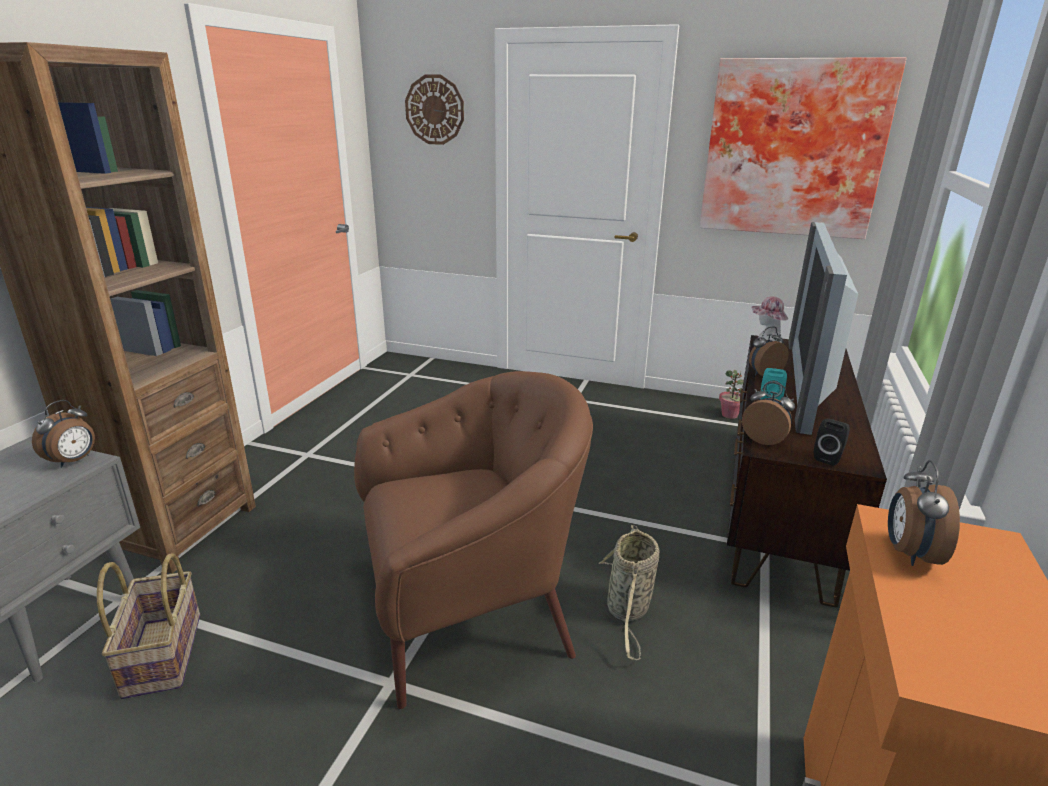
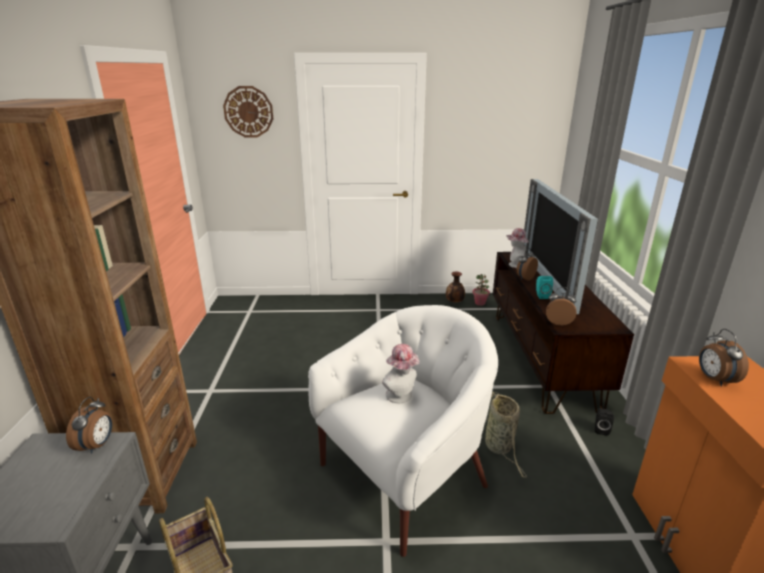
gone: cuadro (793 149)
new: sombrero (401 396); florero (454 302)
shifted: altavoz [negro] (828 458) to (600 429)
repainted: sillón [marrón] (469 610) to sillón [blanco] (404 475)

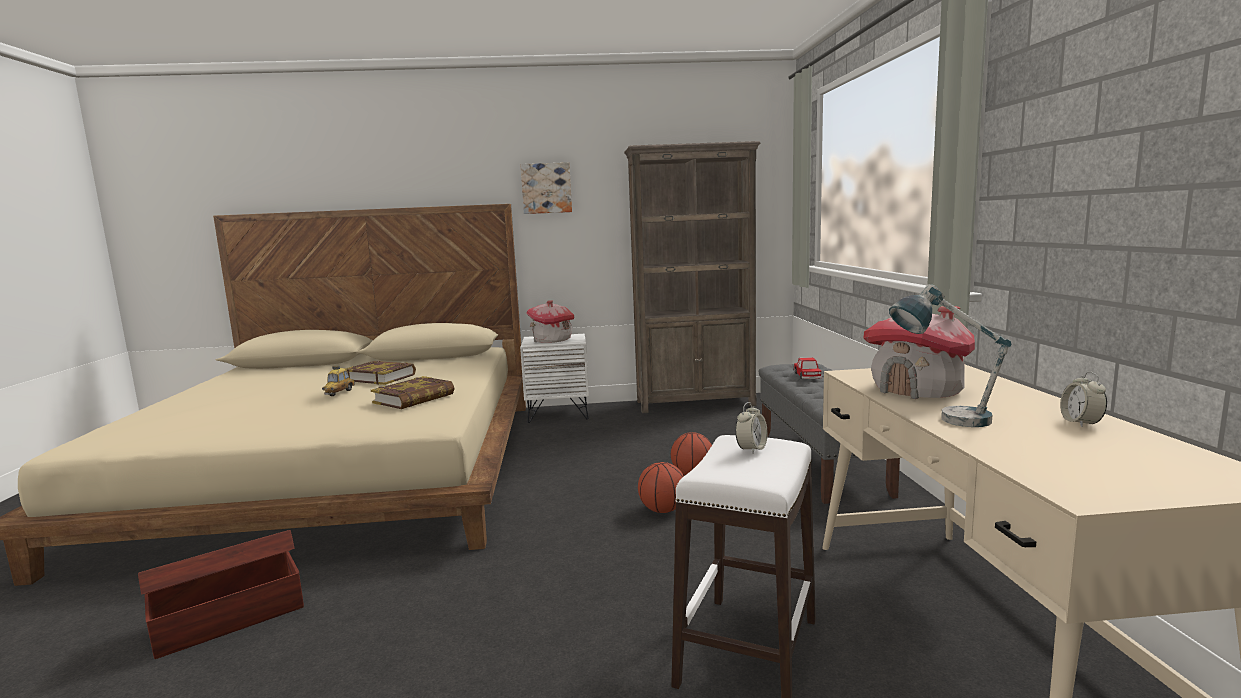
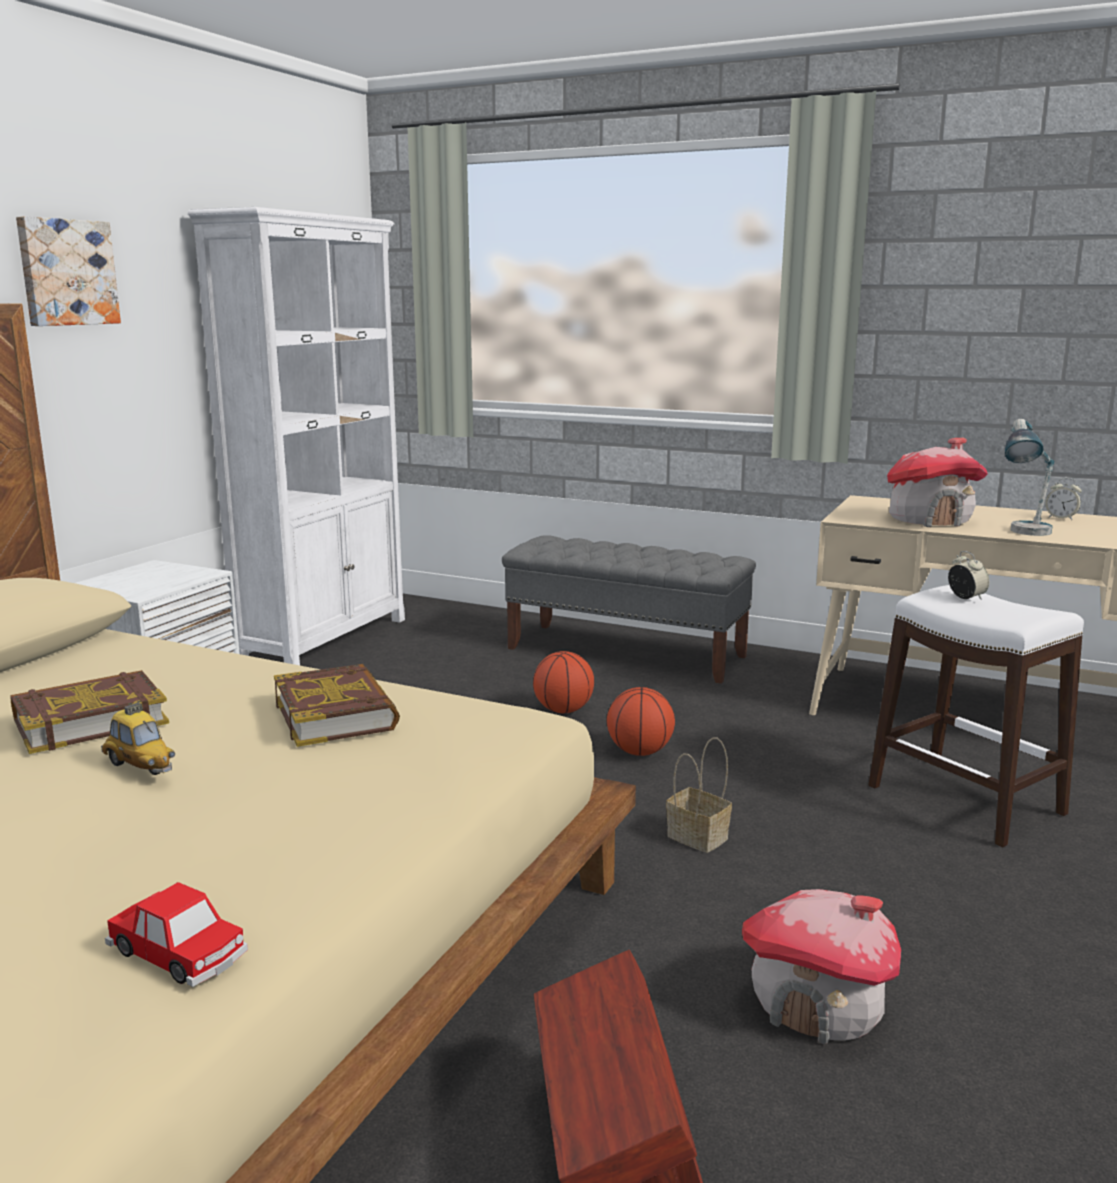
new: cesta (699 837)
shifted: casita (552 340) to (818 1006); coche de juguete (807 376) to (178 953)
repainted: estantería [marrón] (696 403) to estantería [blanco] (325 639)

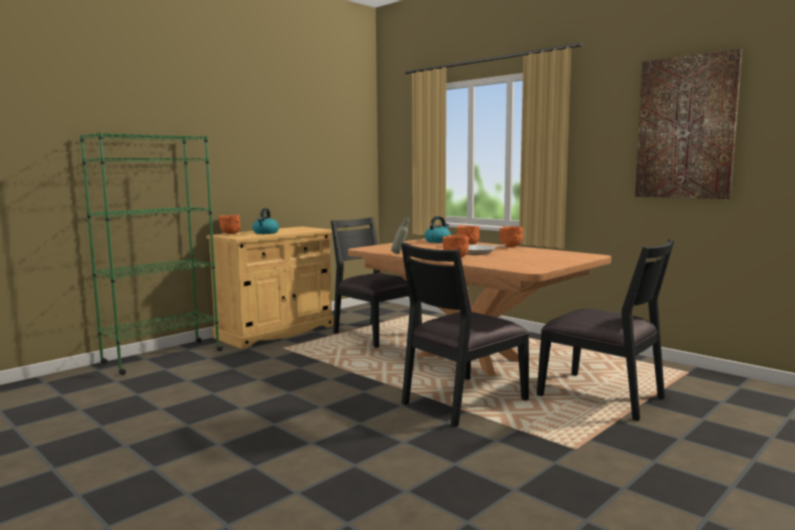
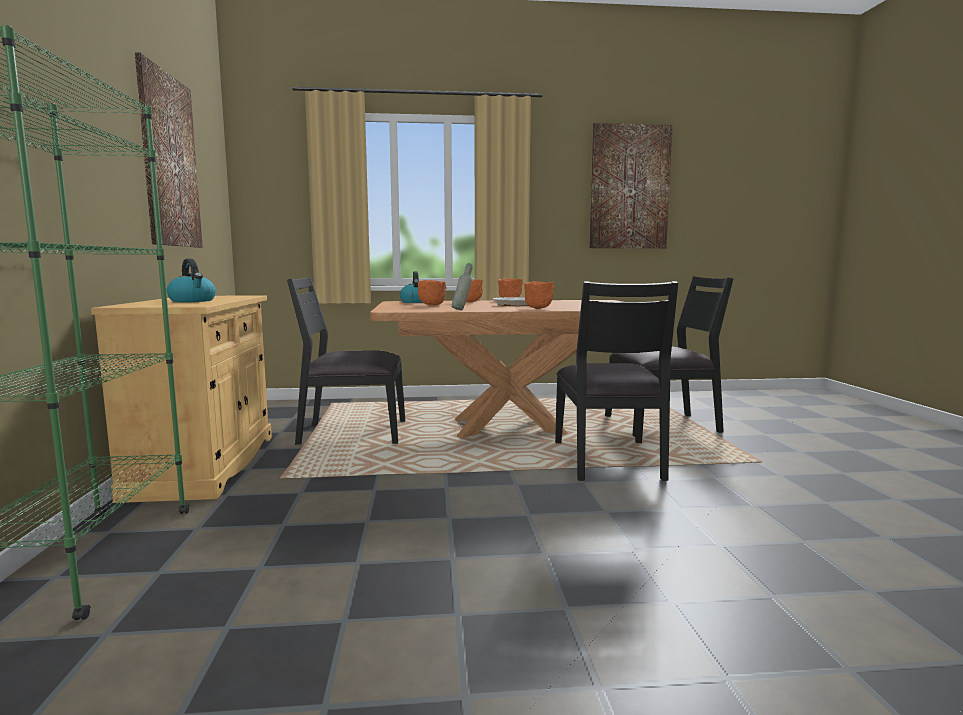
new: cuadro (169 161)
shifted: cuenco [naranja] (230 233) to (431 305)

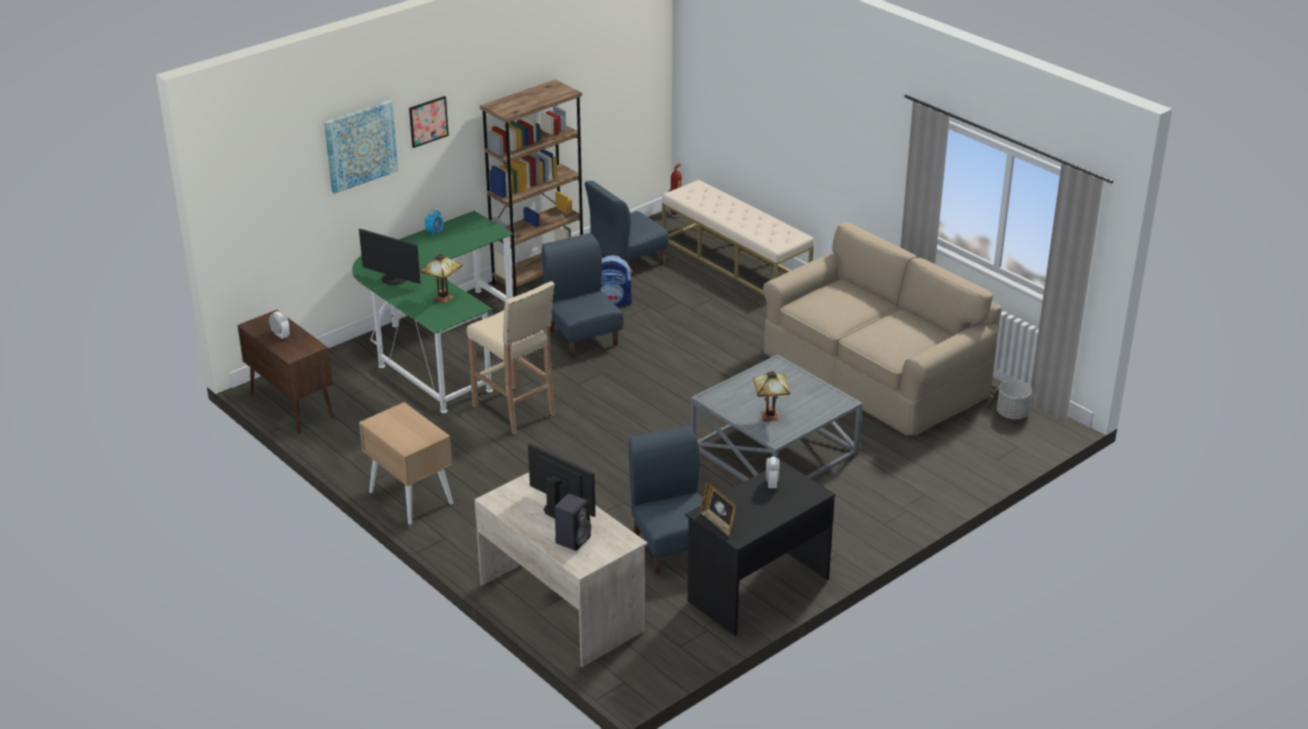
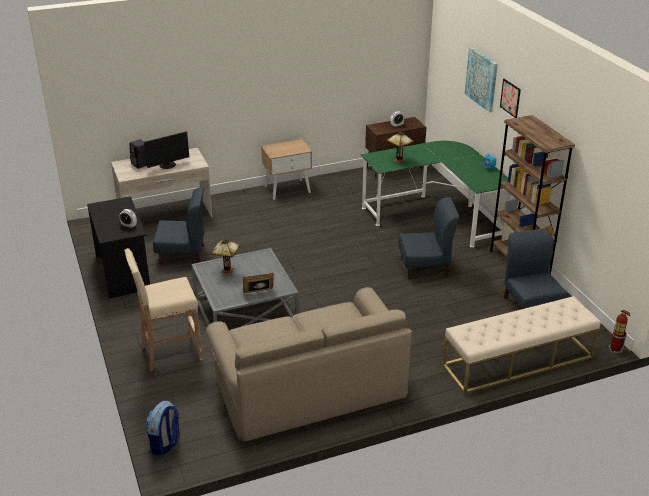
gone: monitor (393 279); maceta [gris] (1012 414)
shifted: taburete [beis] (515 411) to (170 353); mochila (613 301) to (165 444); portarretratos (718 523) to (258 292)

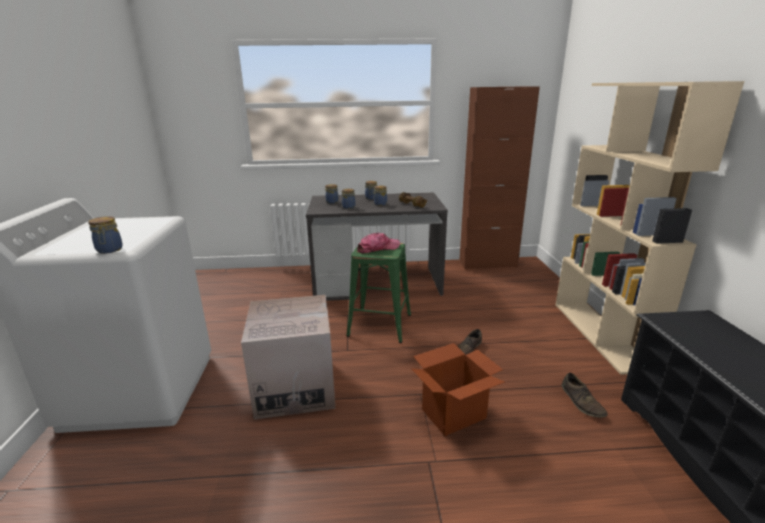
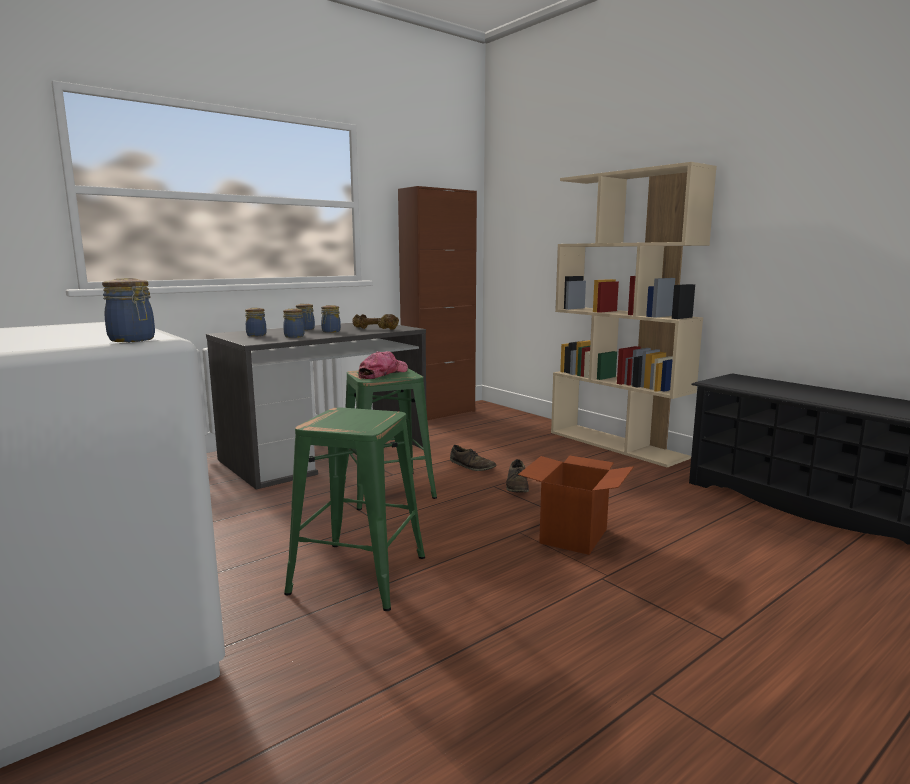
shifted: zapato [marrón] (582 402) to (472 466)
swapped: caja de cartón (295 387) to taburete [verde] (360 574)

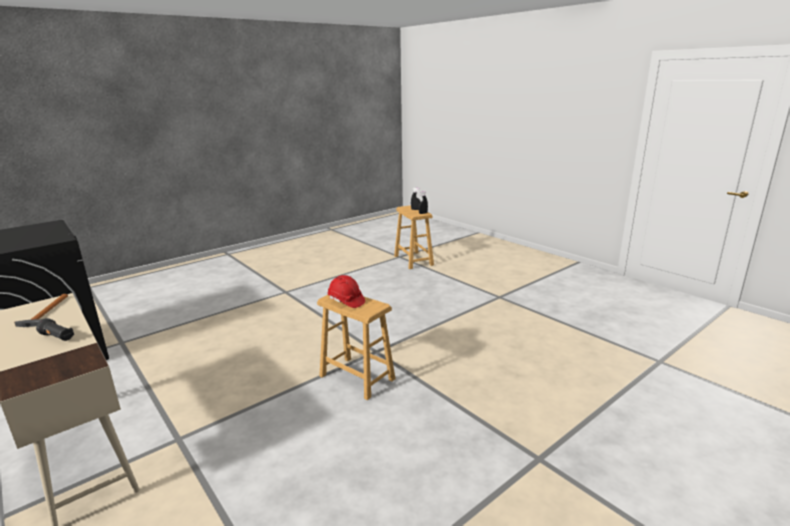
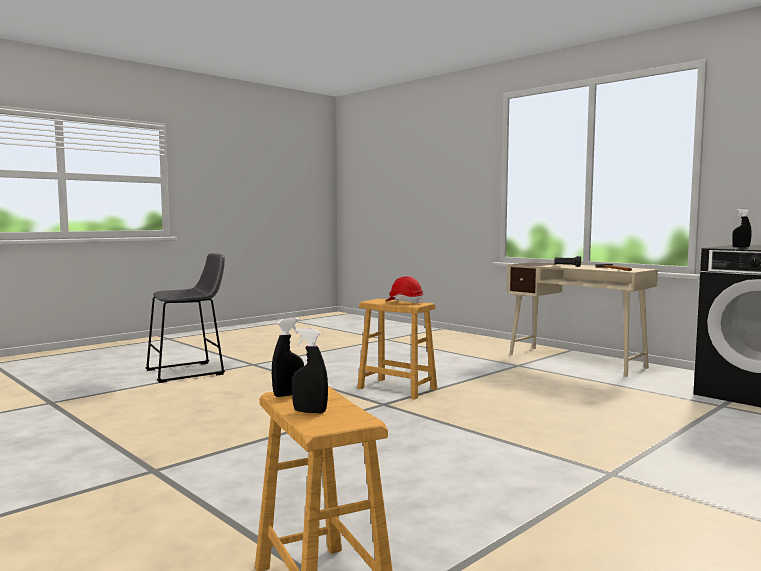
new: taburete [gris] (189 372); pulverizador [negro] (741 247)

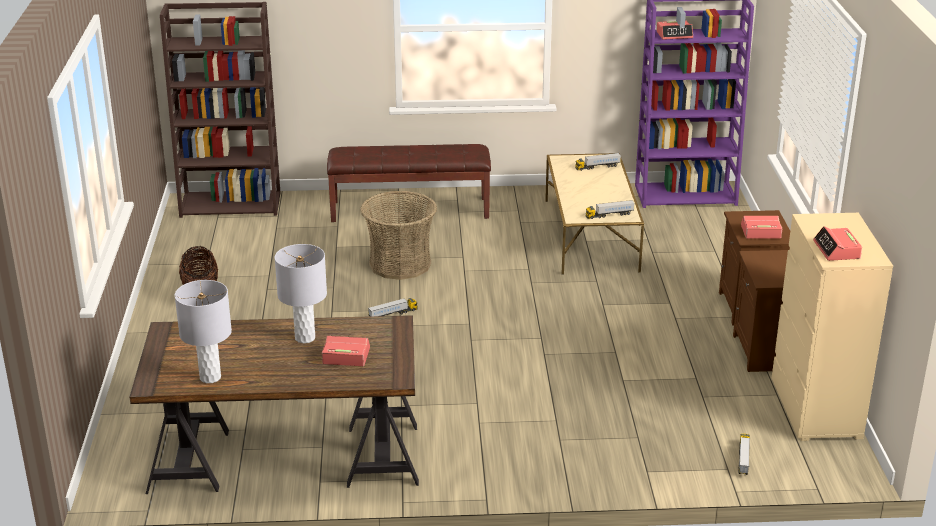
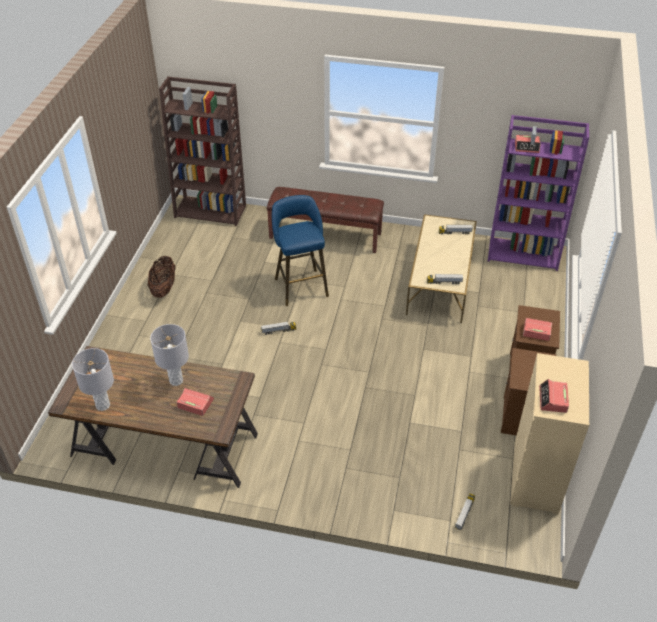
swapped: cesta (400 264) to taburete [azul] (300 285)

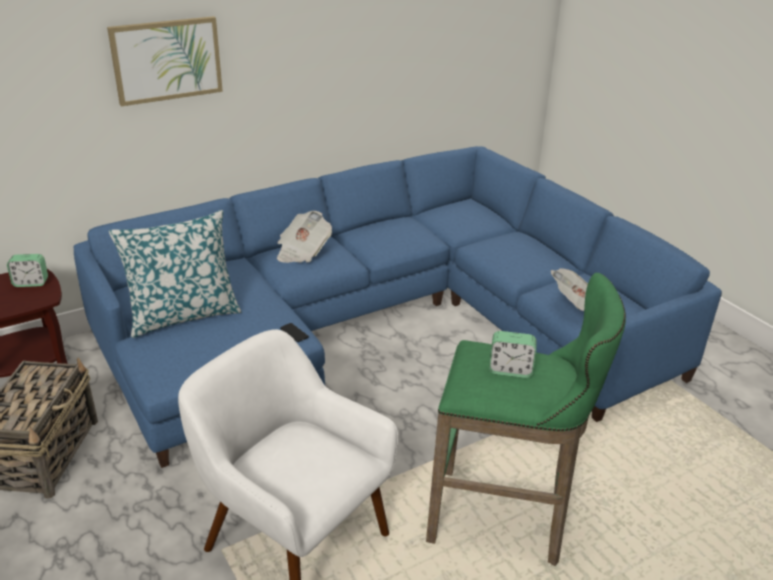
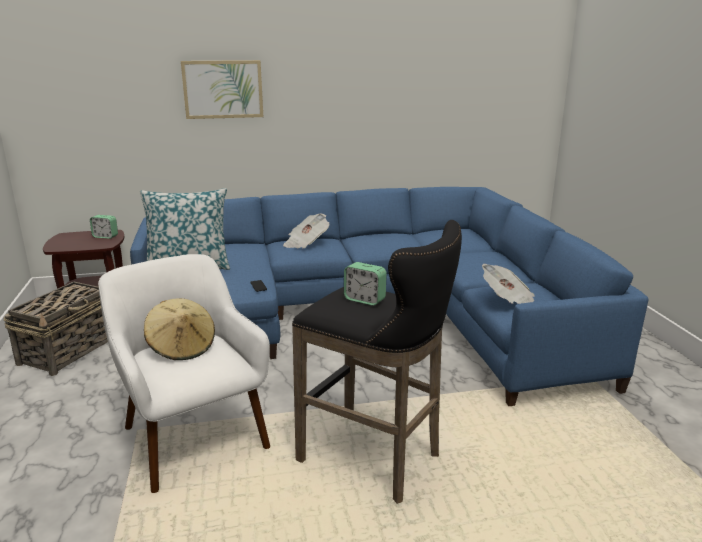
new: sombrero [beis] (182 348)
repainted: taburete [verde] (505 519) to taburete [negro] (376 459)

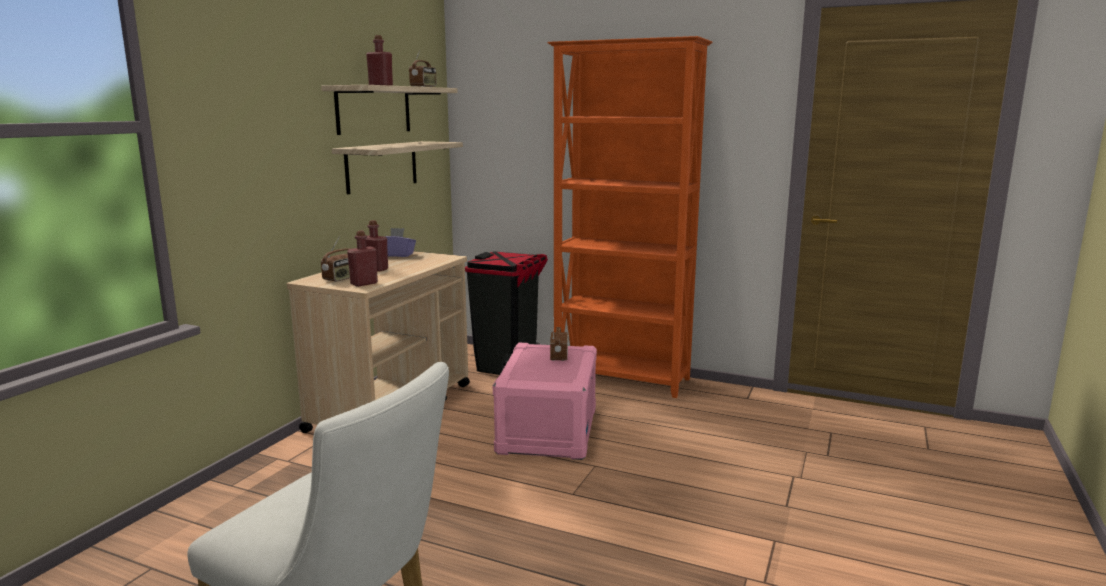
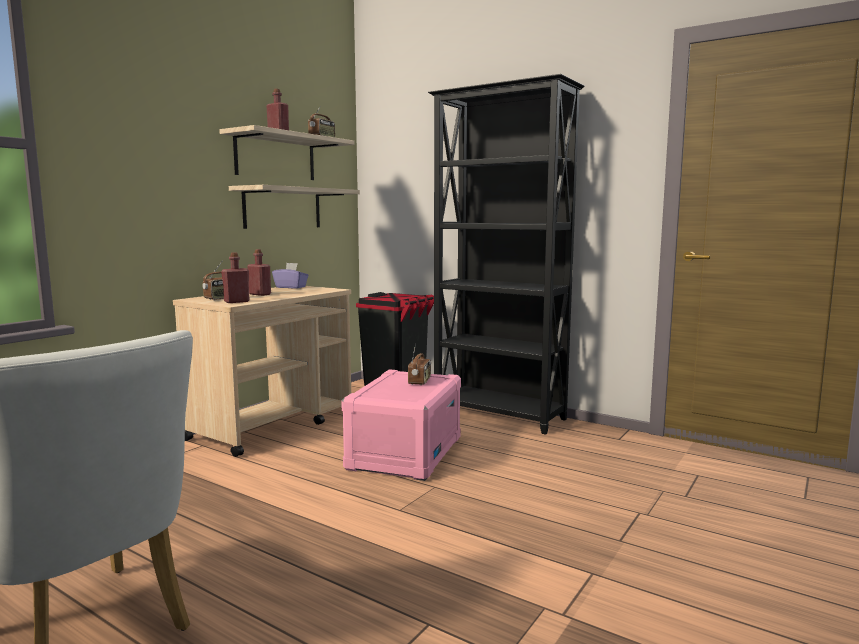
repainted: estantería [naranja] (622 379) to estantería [negro] (499 415)

